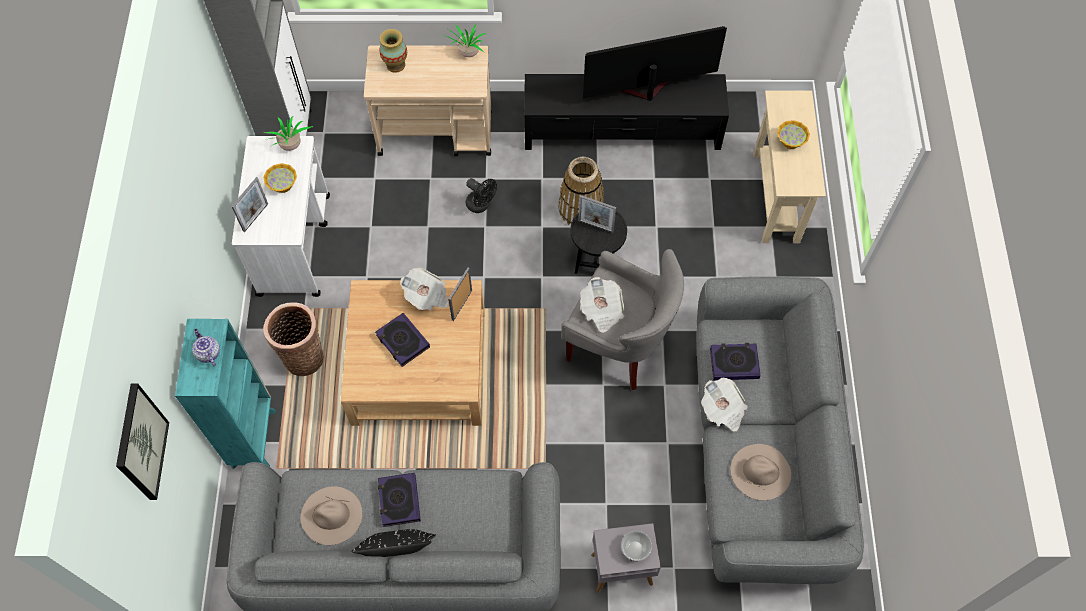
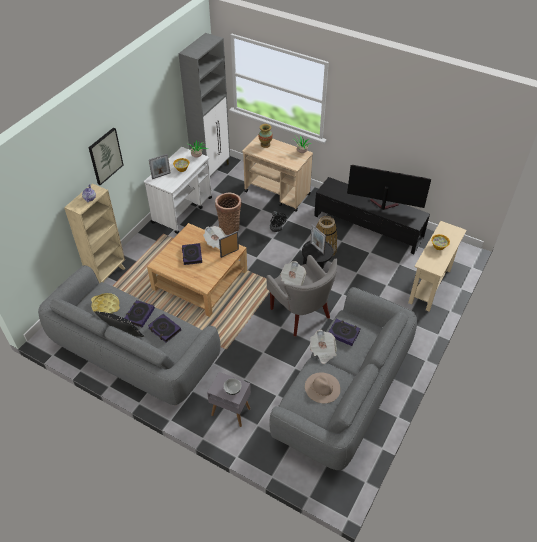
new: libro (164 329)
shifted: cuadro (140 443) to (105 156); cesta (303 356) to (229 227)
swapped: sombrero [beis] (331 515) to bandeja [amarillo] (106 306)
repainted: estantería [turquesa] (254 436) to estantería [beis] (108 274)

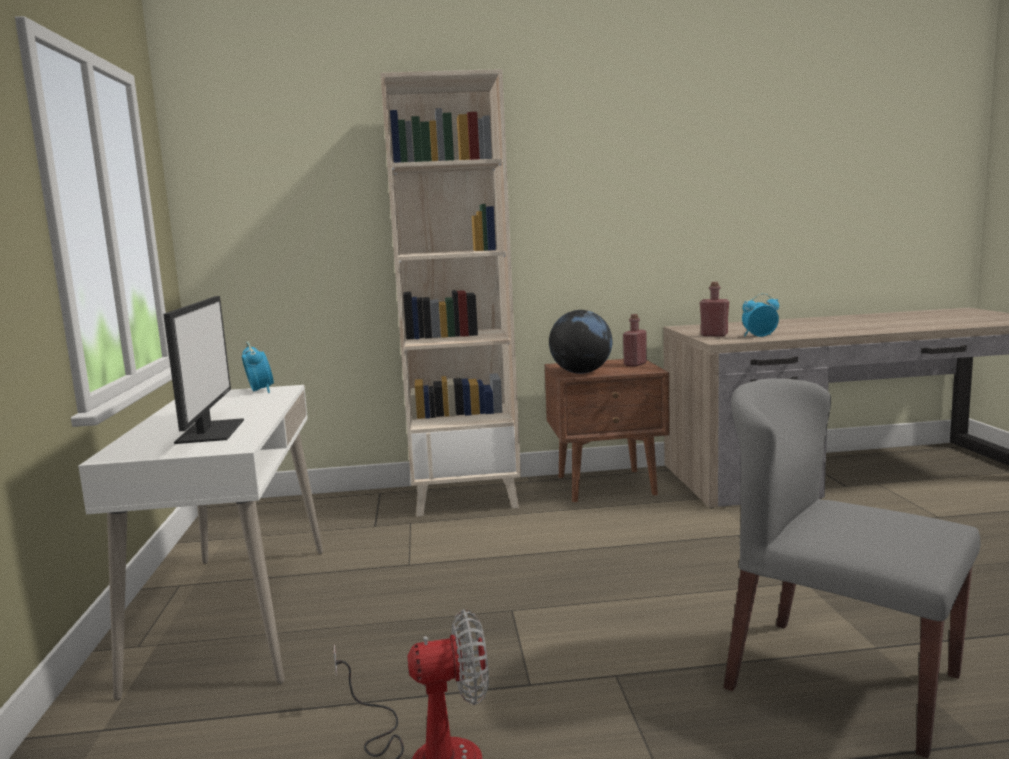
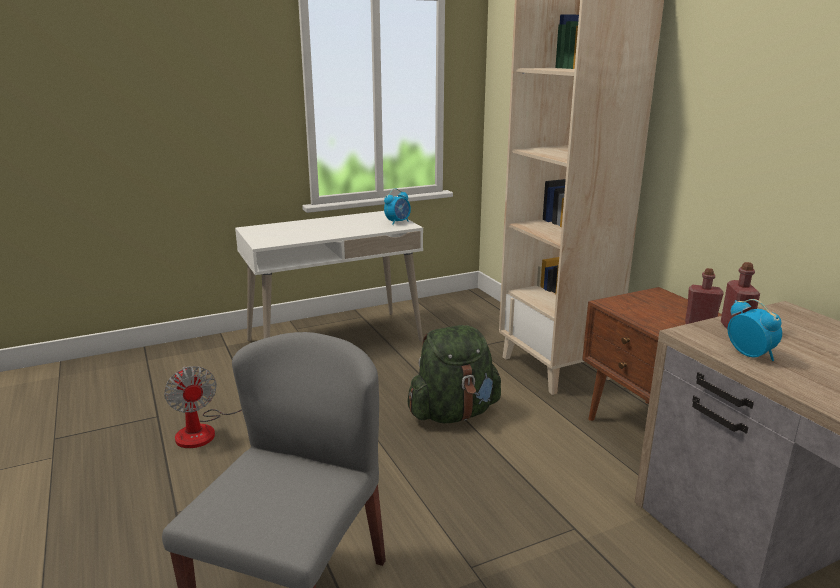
gone: monitor (209 431); globo terráqueo (581 372)
new: mochila [verde] (453 413)

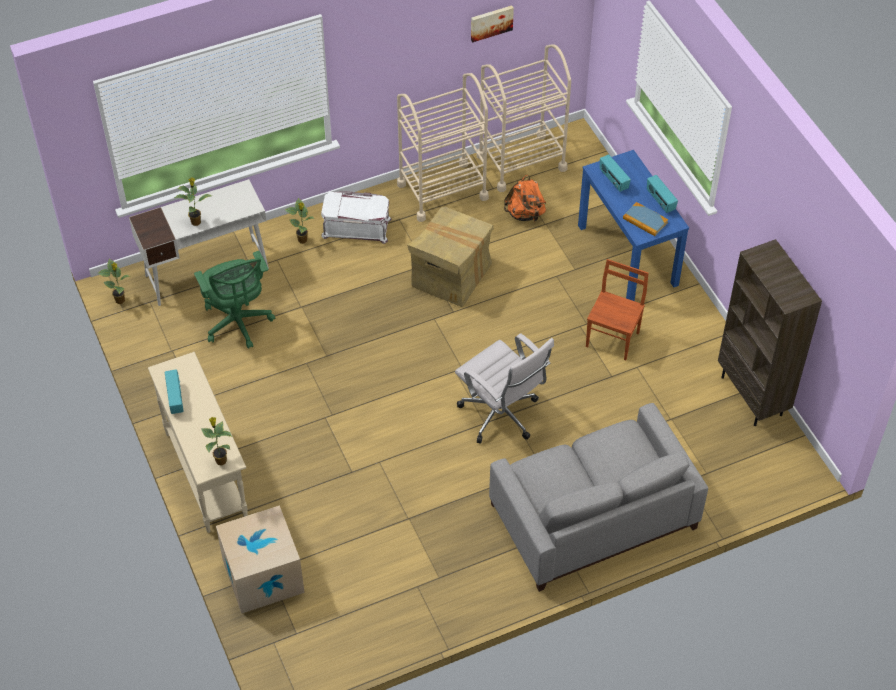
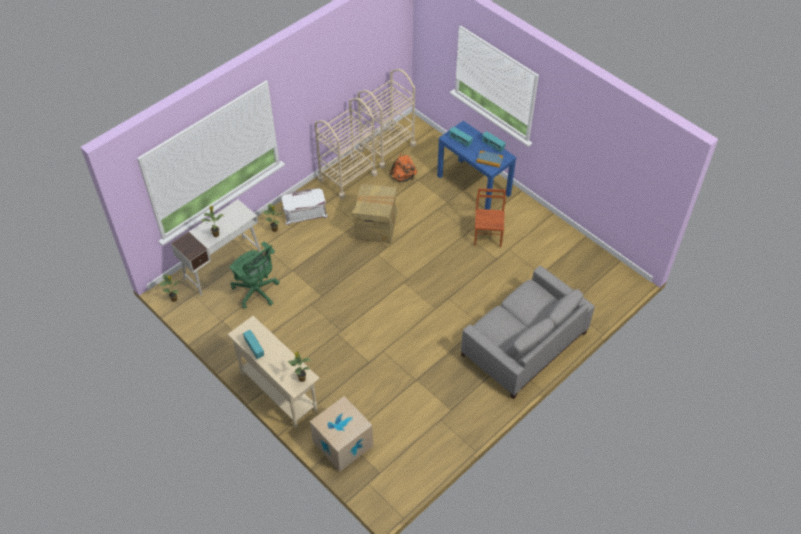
gone: silla de oficina [blanco] (502 416); cuadro (491 22); estantería [marrón] (752 396)

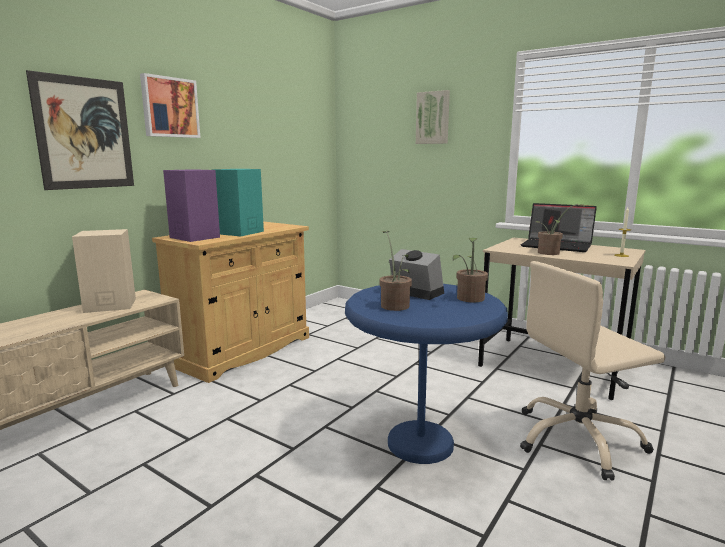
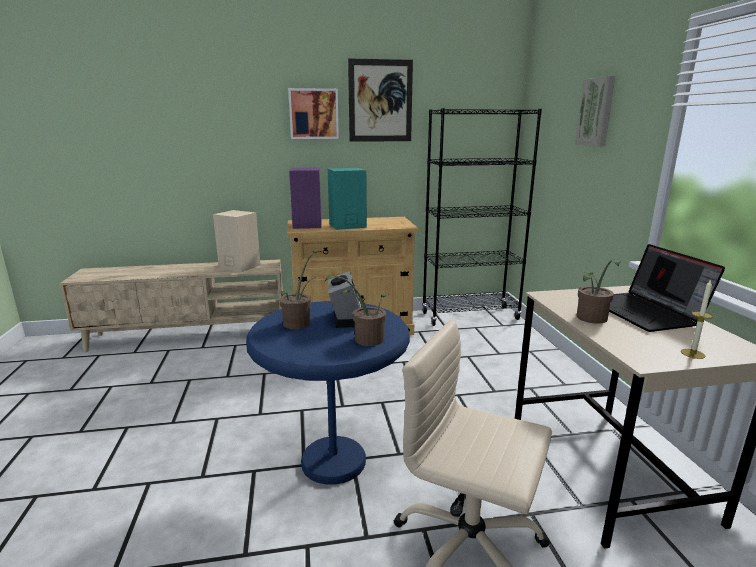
new: estantería [negro] (470 316)
shifted: cuadro (84 133) to (380 101)

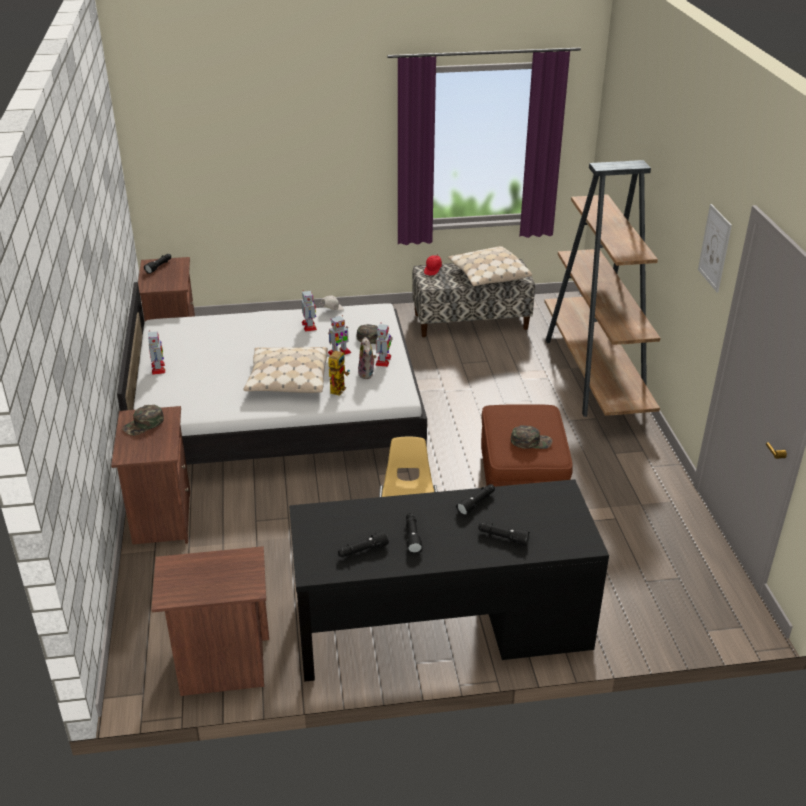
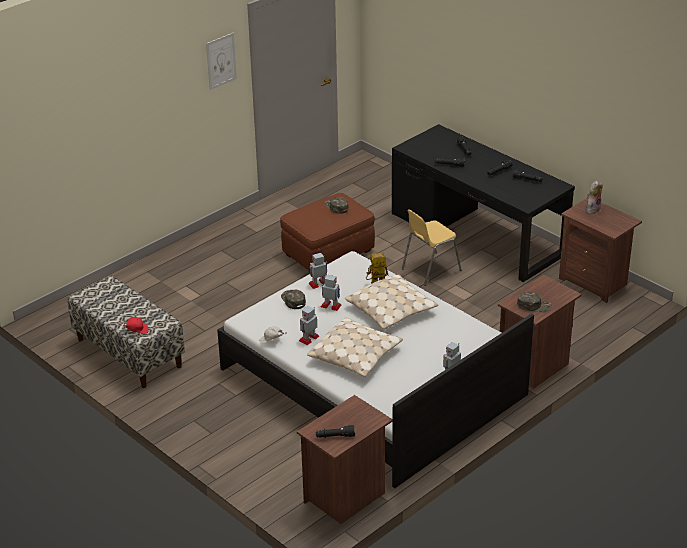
gone: estantería [marrón] (594 375)
shifted: peluche (367 374) to (592 209); cojín [beis] (488 276) to (355 356)

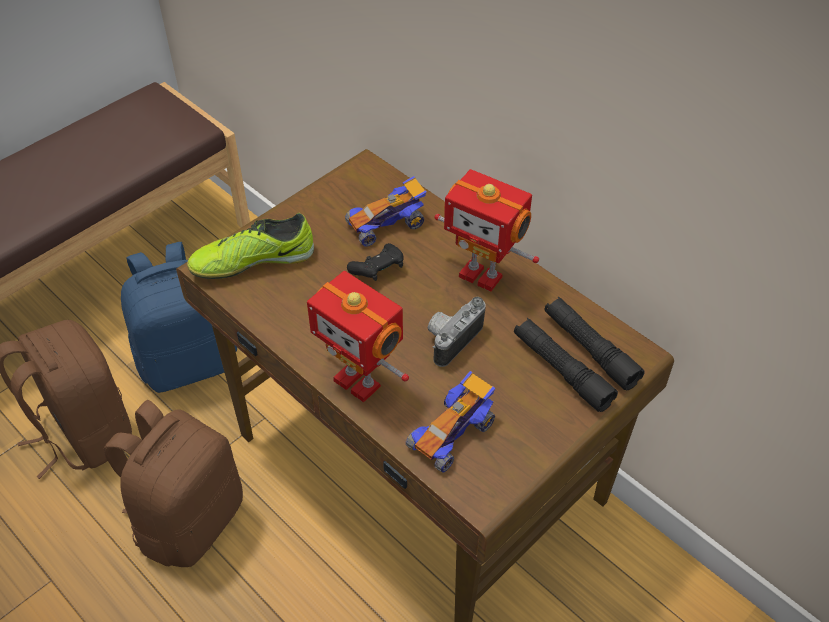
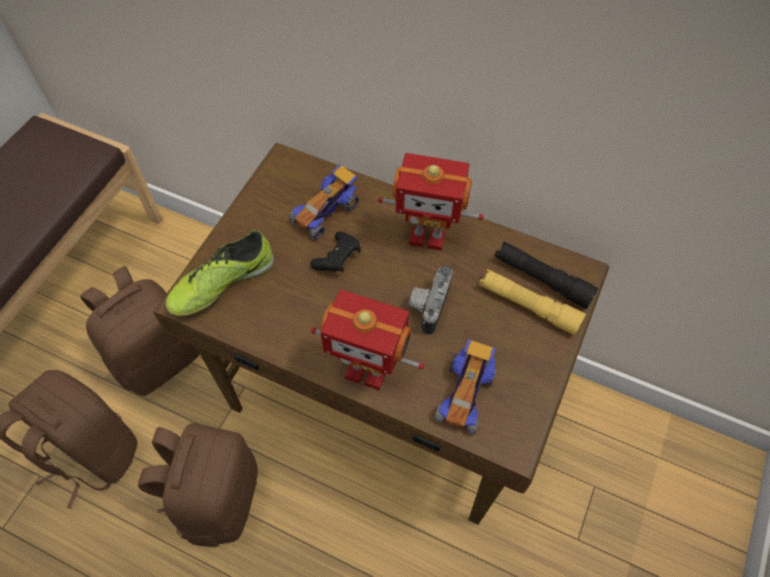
repainted: mochila [azul] (189 361) to mochila [marrón] (158 357); linterna [negro] (561 370) to linterna [amarillo] (528 306)

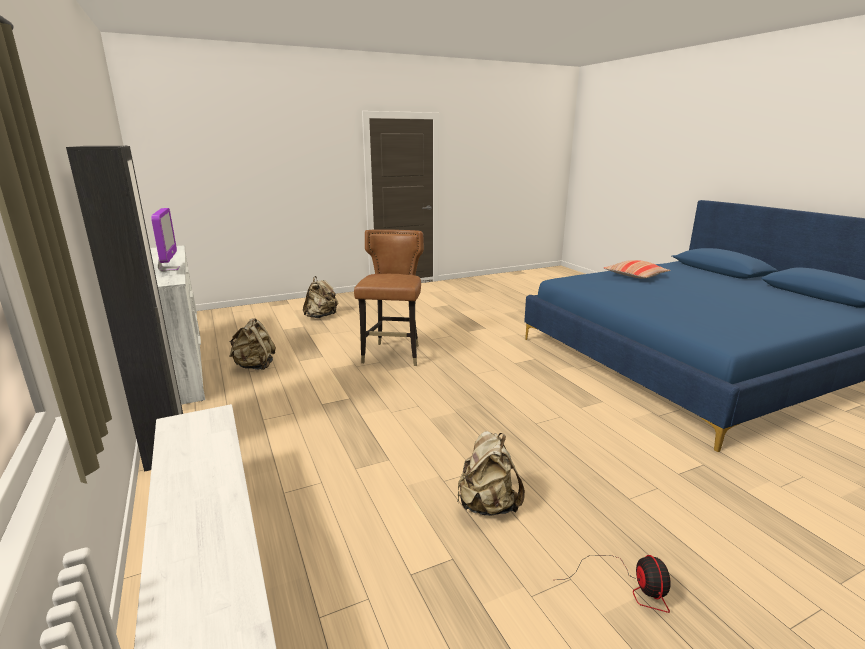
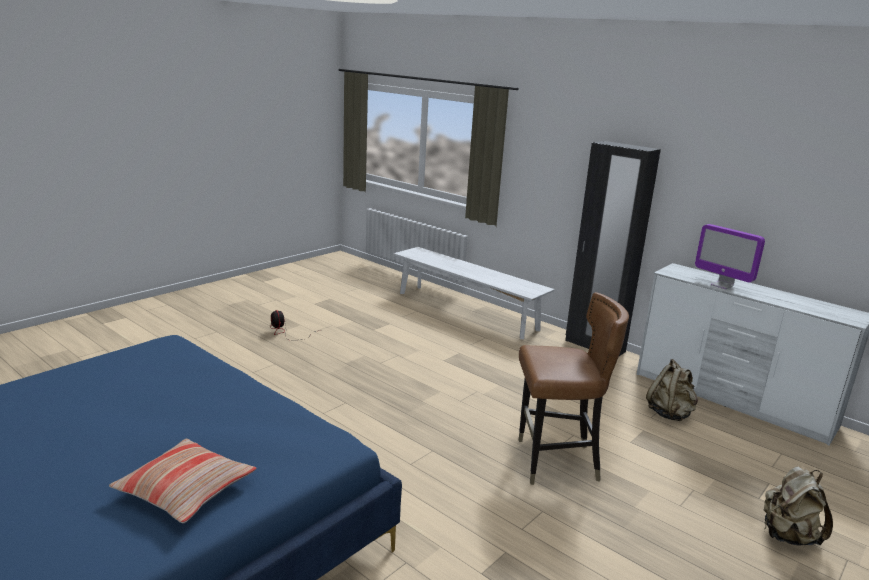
gone: mochila [beis] (487 505)
rotated: silla [marrón] (393 355) = (555 462) 75 degrees counterclockwise

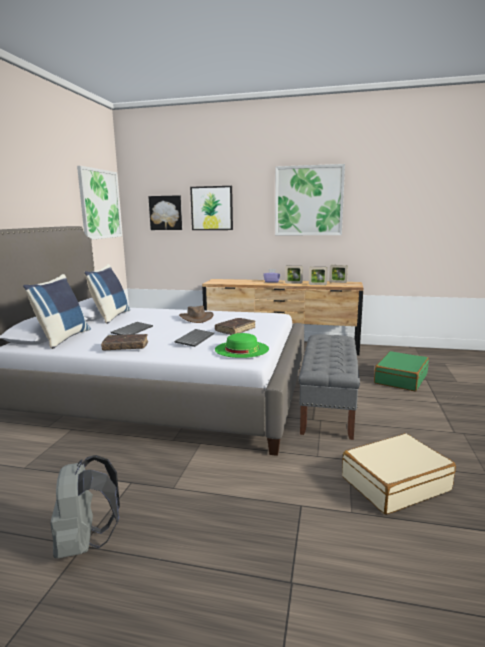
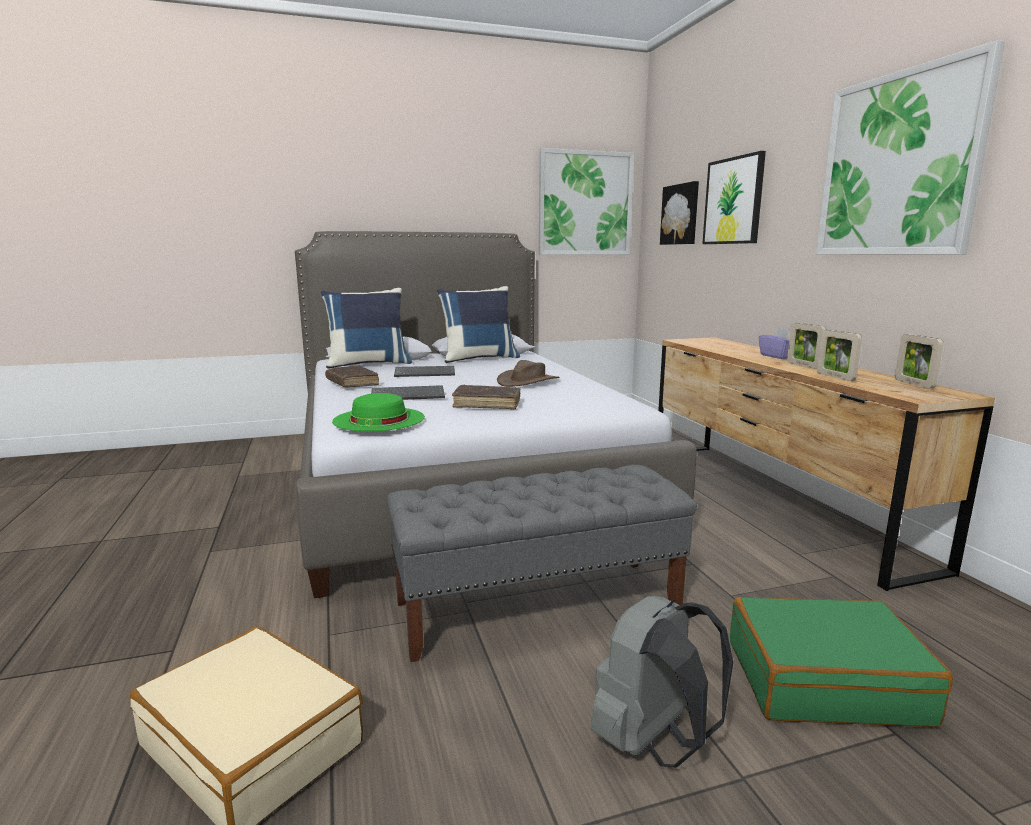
shifted: mochila [gris] (85 543) to (652 742)

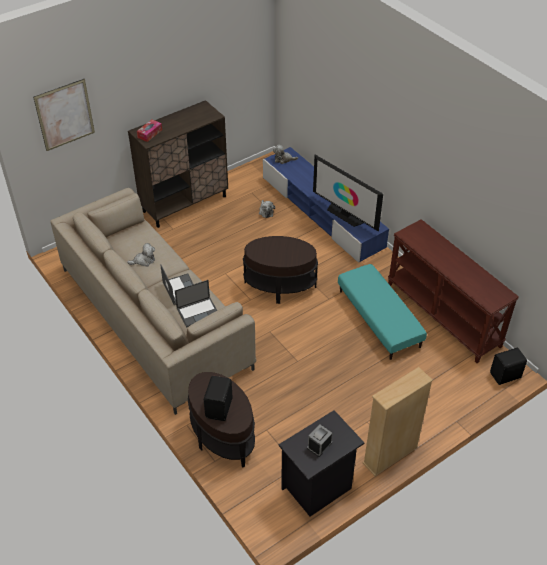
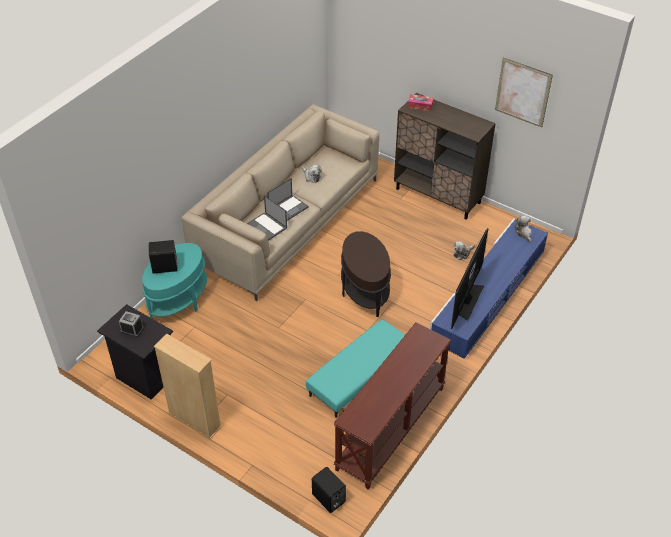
shifted: cuadro (65 115) to (523 92)
repainted: mesa auxiliar [marrón] (222 436) to mesa auxiliar [turquesa] (178 301)

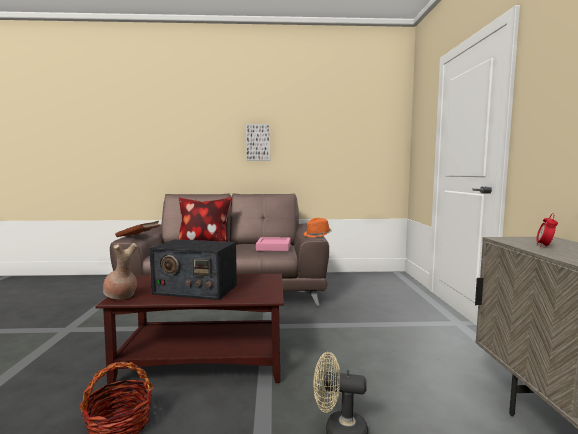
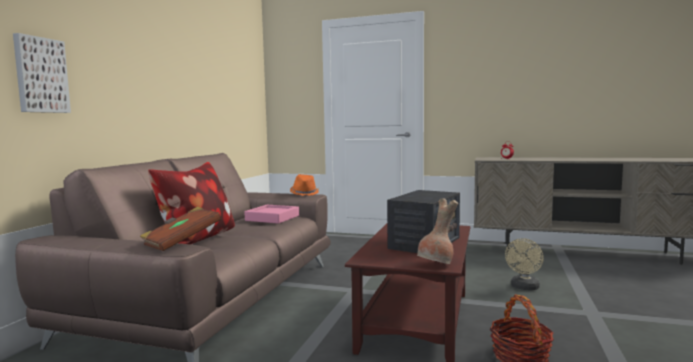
shifted: cuadro (258 142) to (40 75)

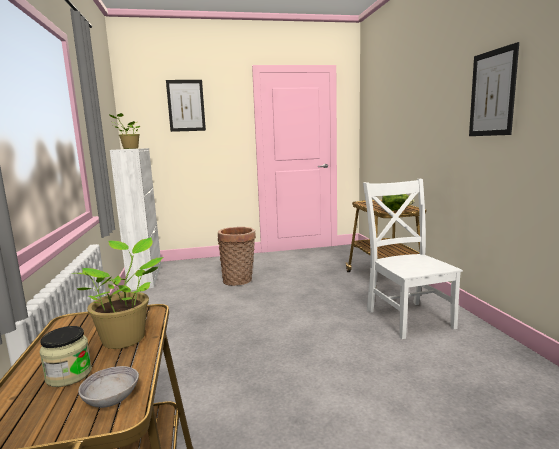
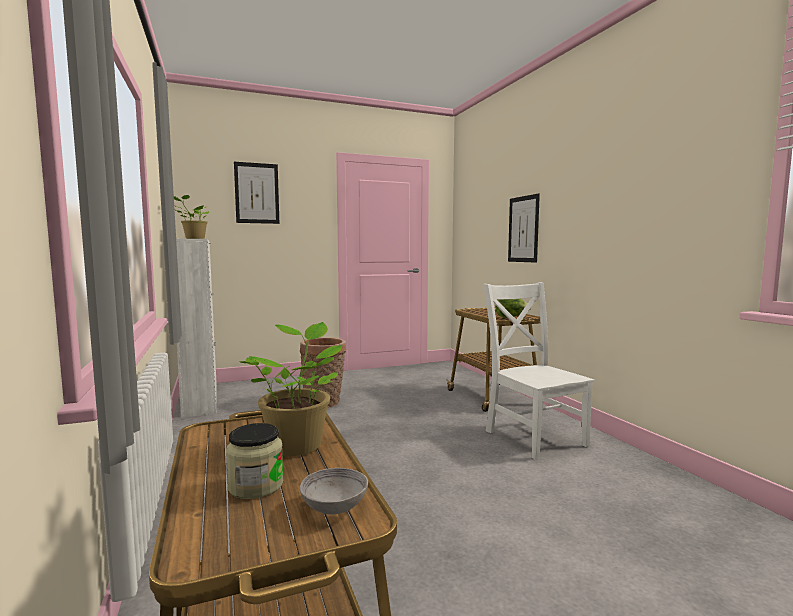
shifted: cuadro (492 93) to (523 229)

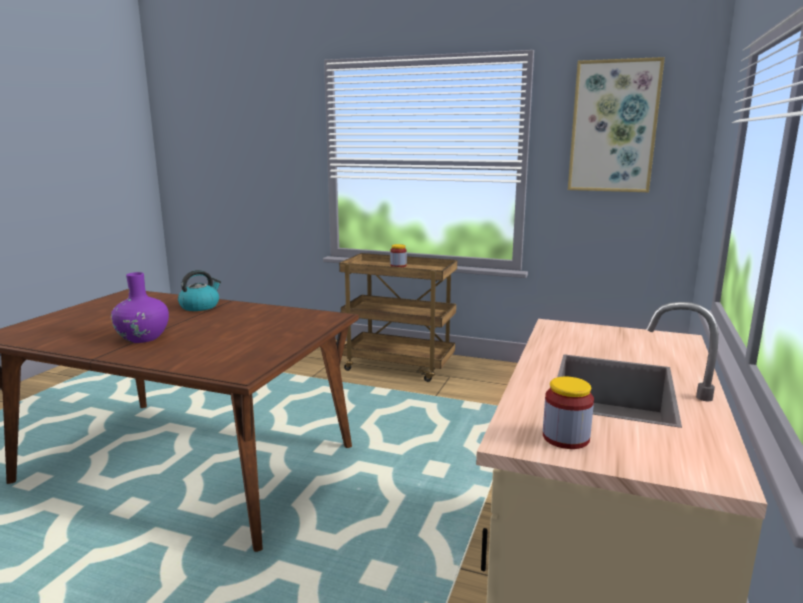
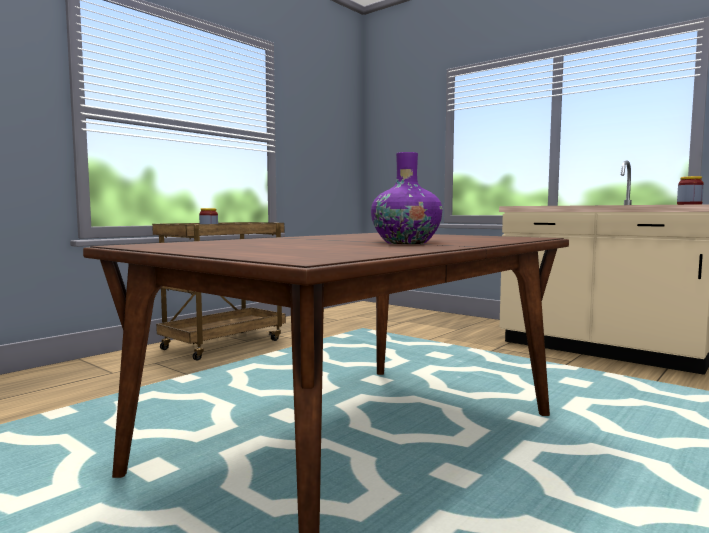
gone: hervidor (200 306); cuadro (613 127)

